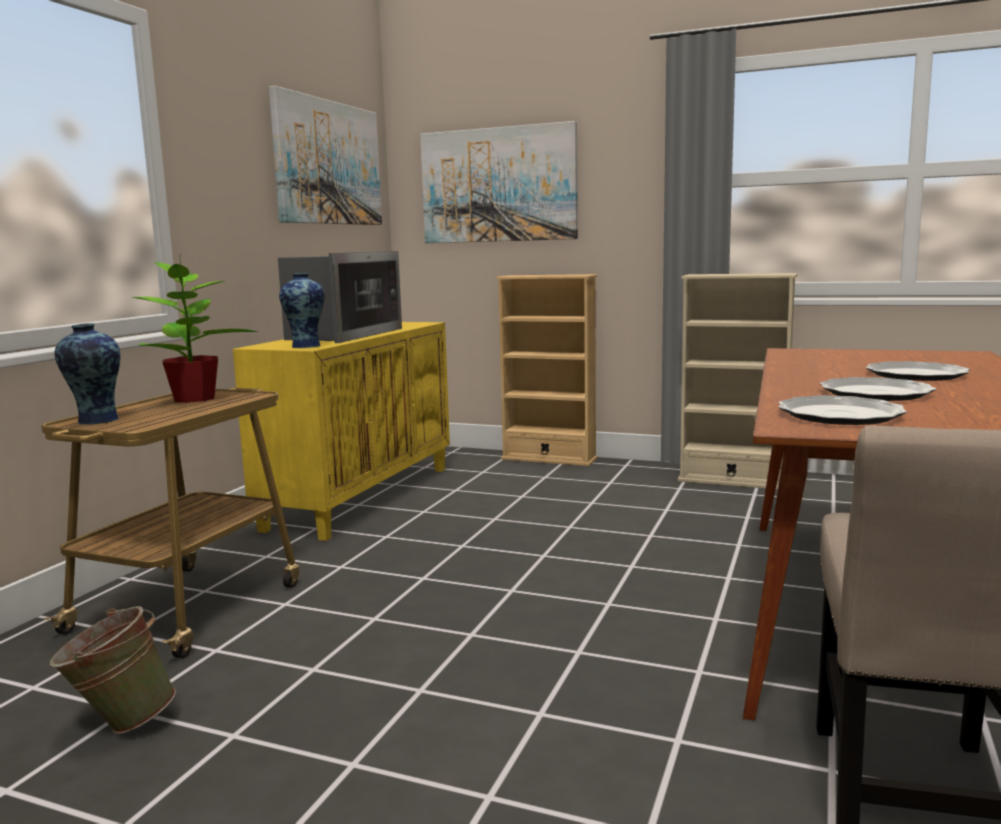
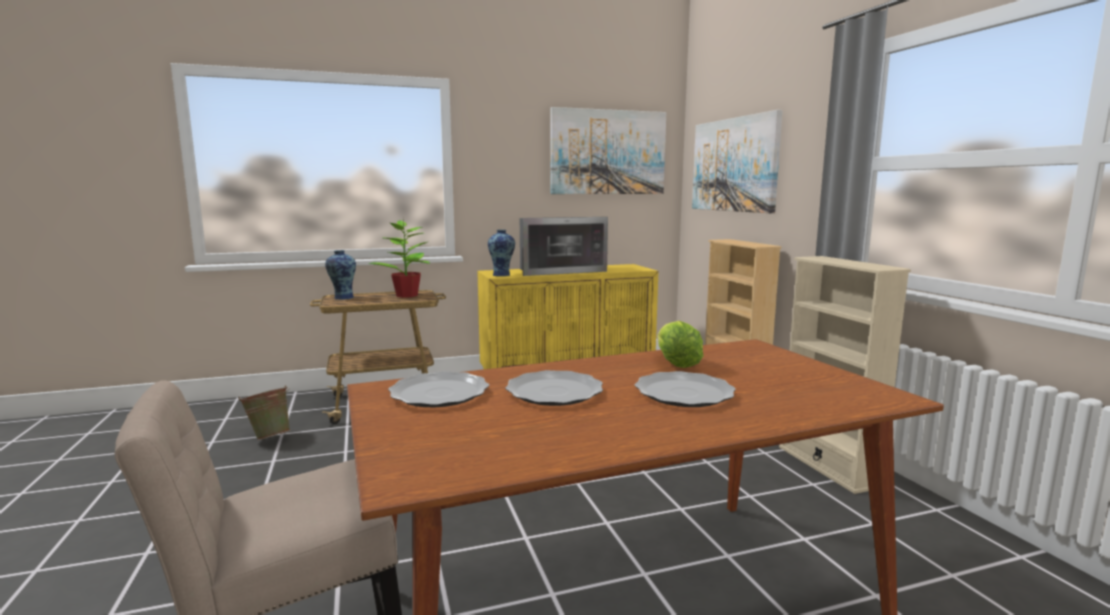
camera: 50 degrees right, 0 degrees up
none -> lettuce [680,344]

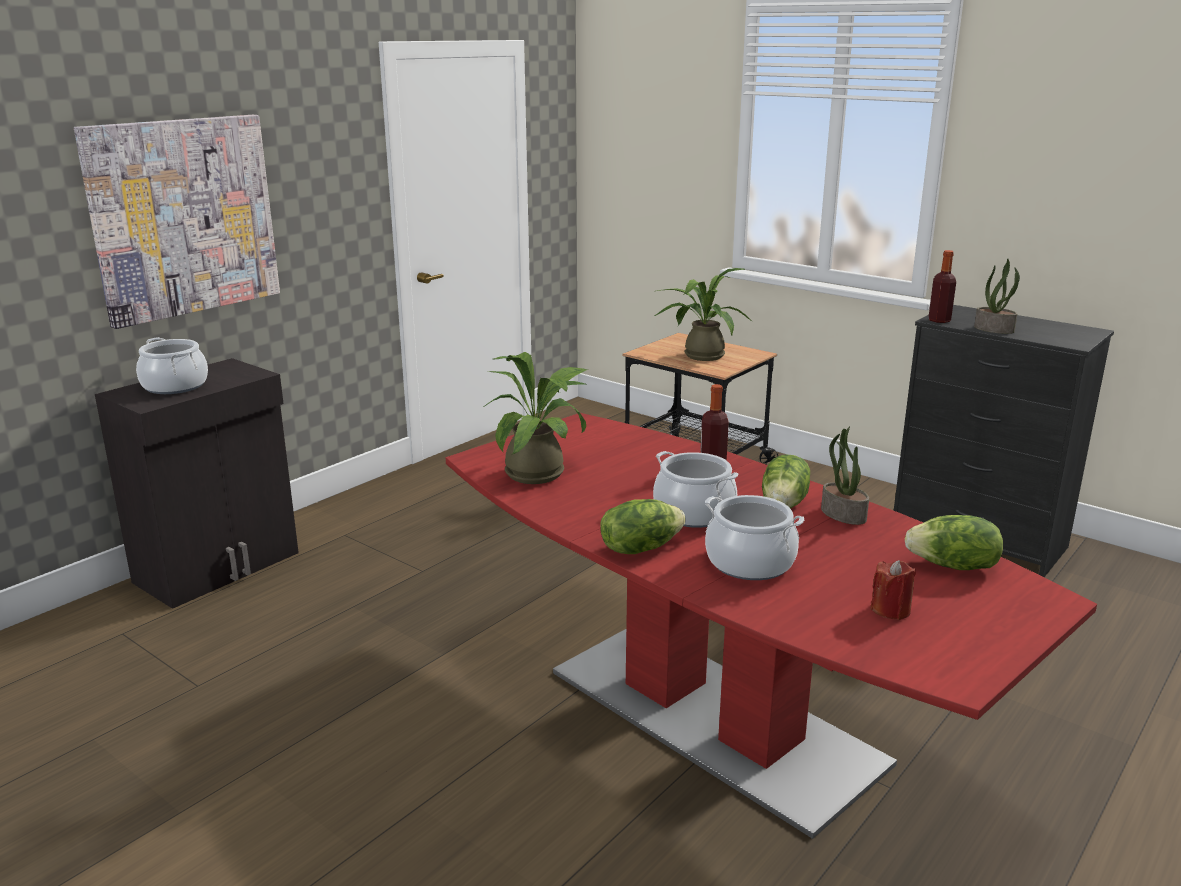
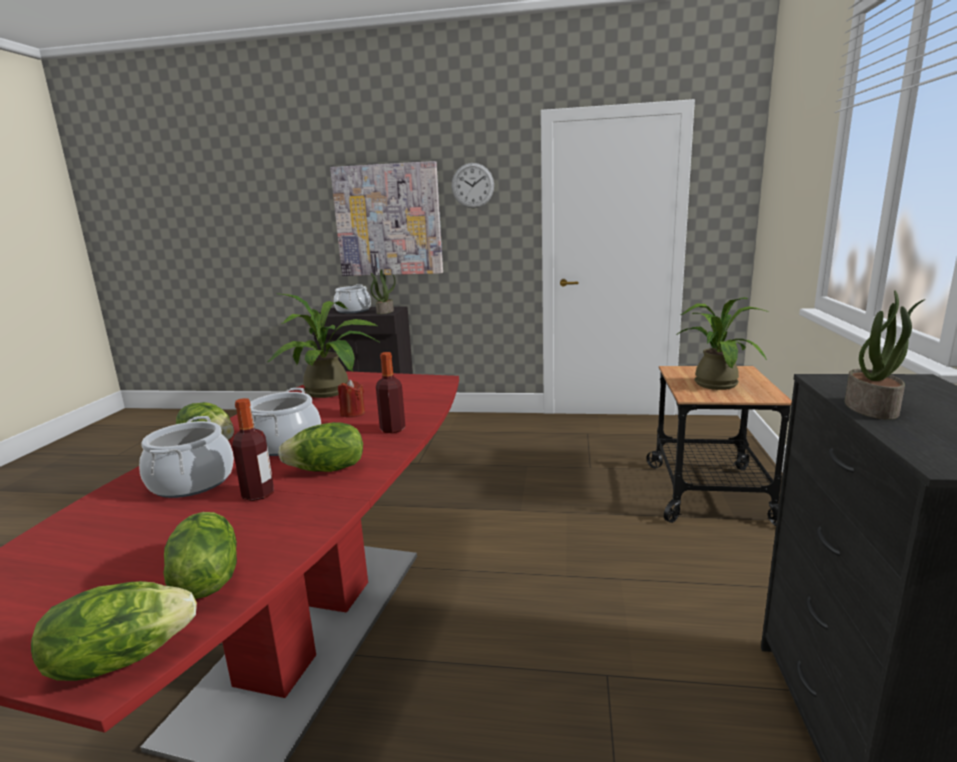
camera: 60 degrees right, 5 degrees down
none -> lettuce [114,631]
bottle [942,286] -> bottle [253,449], move
candle (red) [893,590] -> candle (red) [351,398], move
potted plant [845,475] -> potted plant [383,291], move
none -> wall clock [473,185]

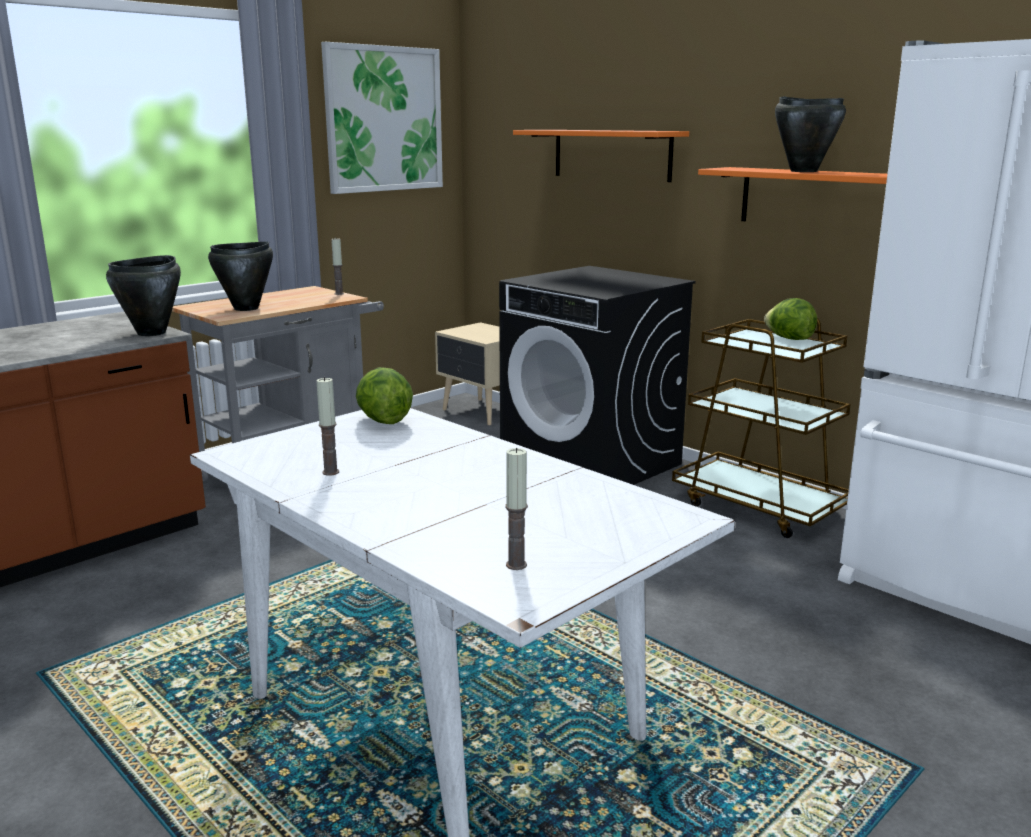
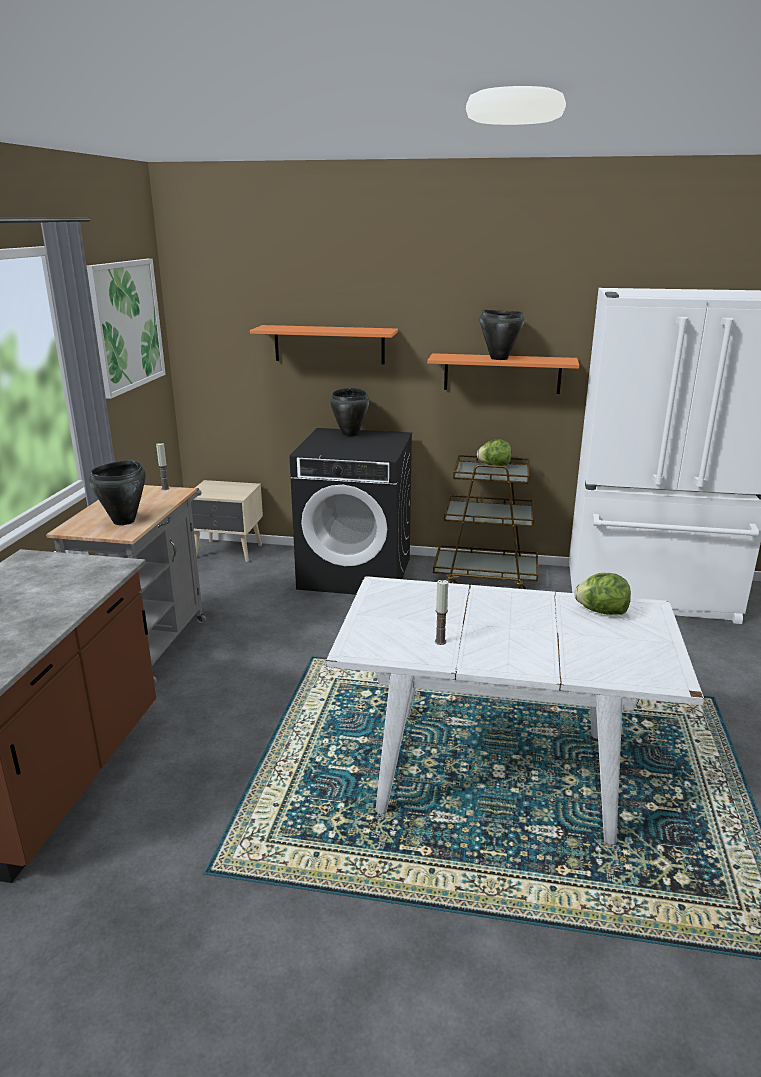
camera: 35 degrees left, 5 degrees up
cooking pot (black) [143,295] -> cooking pot (black) [349,412], move
lettuce [384,395] -> lettuce [602,594], move
candle [516,509] -> none

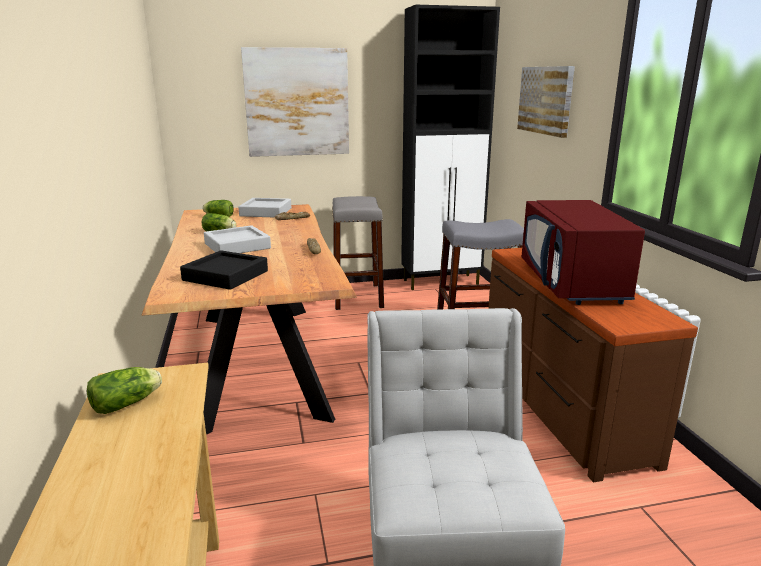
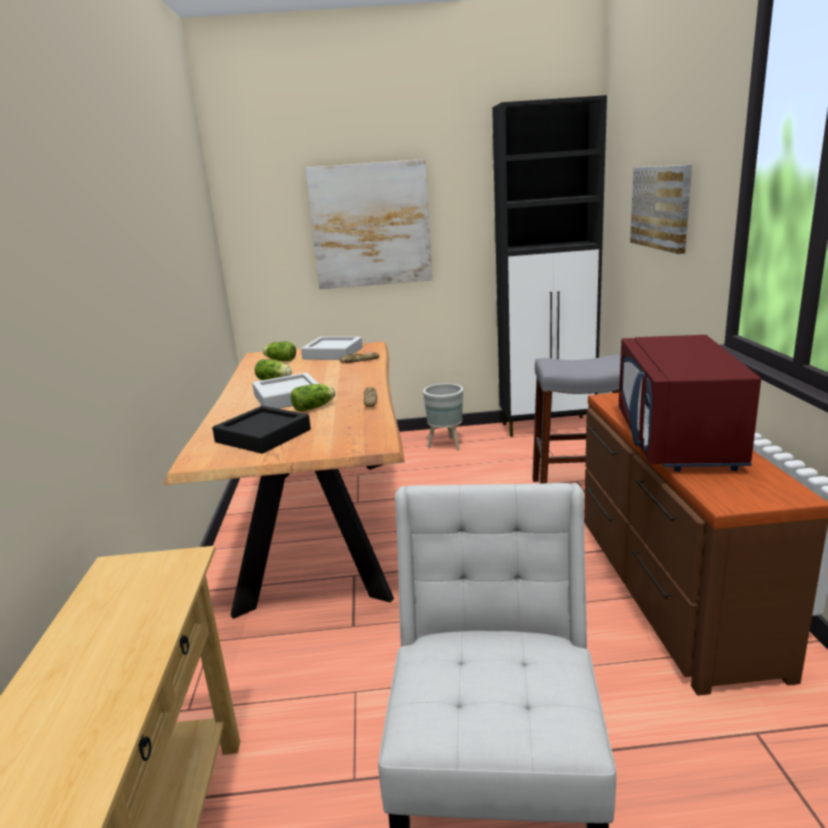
camera: 10 degrees right, 0 degrees up
lettuce [124,390] -> lettuce [313,398], move
stool (grey) [358,253] -> planter (grey) [443,416]

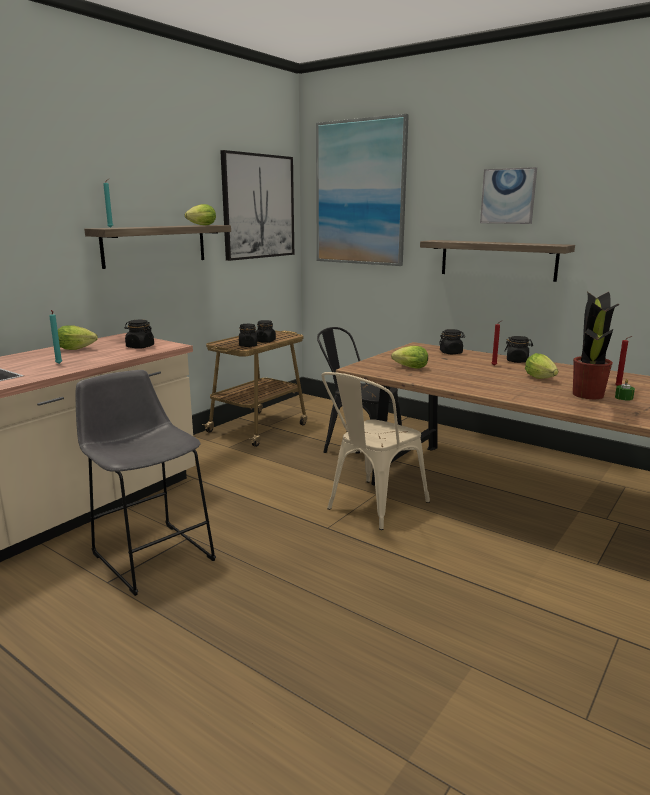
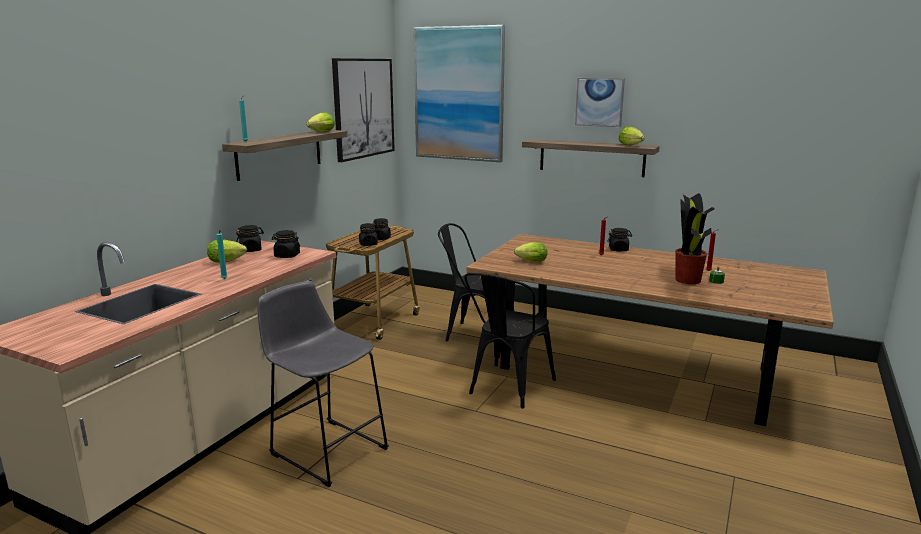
camera: 10 degrees left, 0 degrees up
jar (black) [452,341] -> jar (black) [250,238], move
chair (beige) [375,451] -> chair (black) [510,341]
lettuce [541,366] -> lettuce [632,136], move

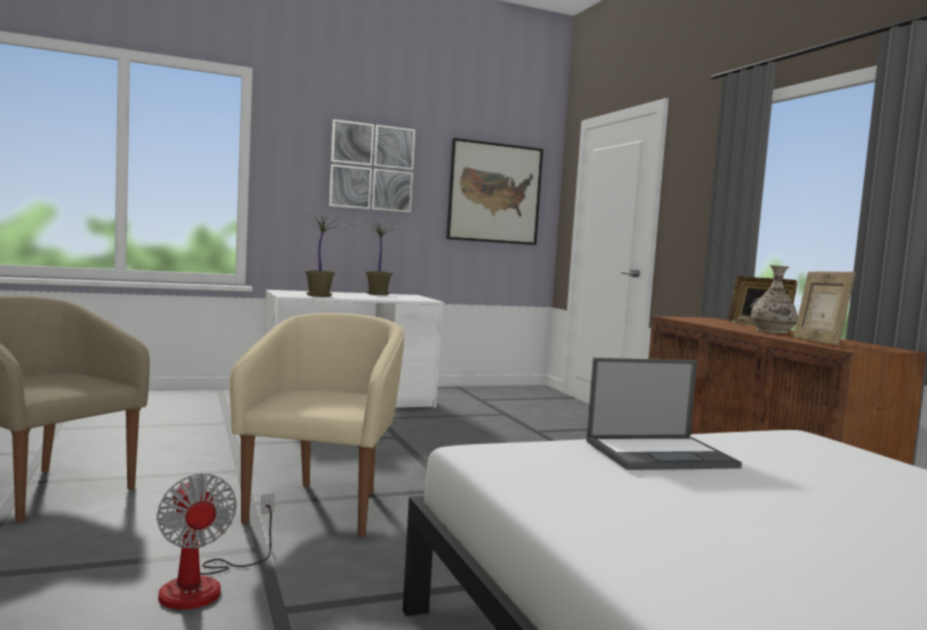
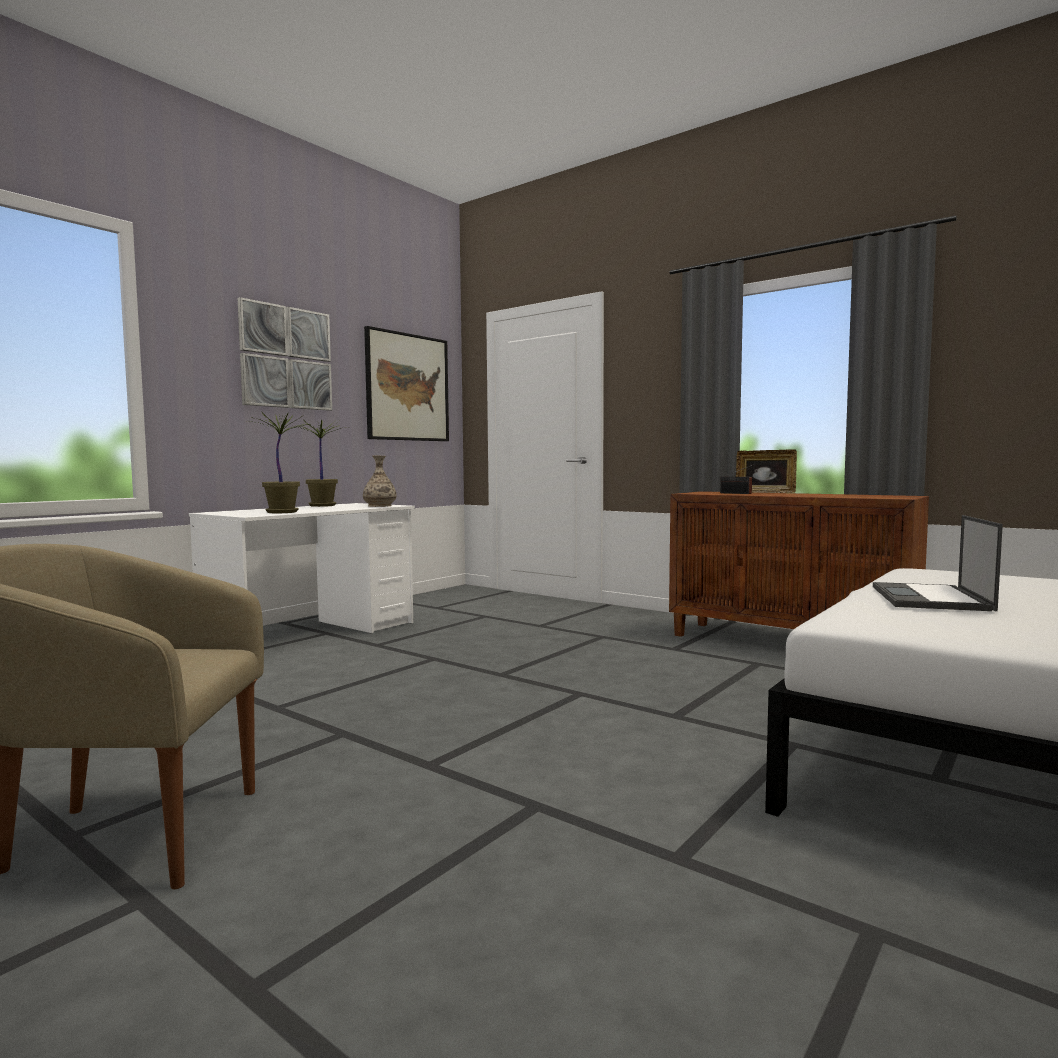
camera: 30 degrees left, 0 degrees up
vase [774,299] -> vase [380,481], move
none -> radio [737,479]
laptop [664,414] -> laptop [938,563], 150 degrees clockwise
fan [216,541] -> none
armchair (beige) [317,425] -> none
picture frame [824,308] -> none

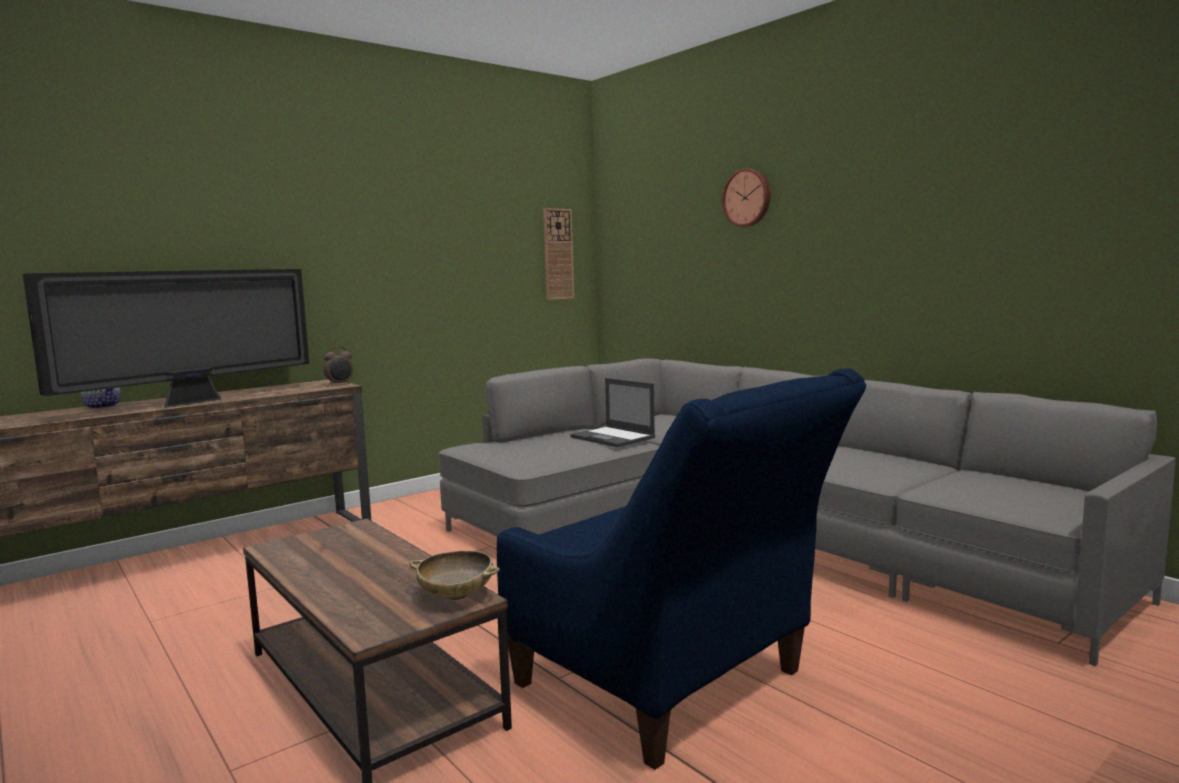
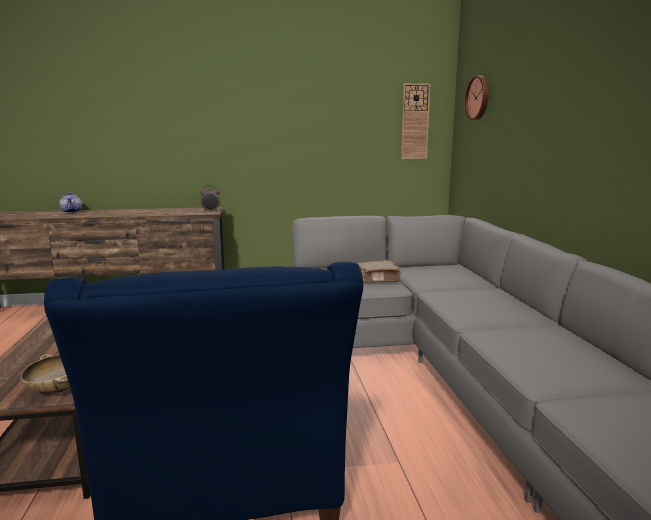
camera: 30 degrees right, 5 degrees up
laptop [612,412] -> book (brown) [379,271]
wall clock [746,198] -> wall clock [477,97], move
television [166,338] -> none

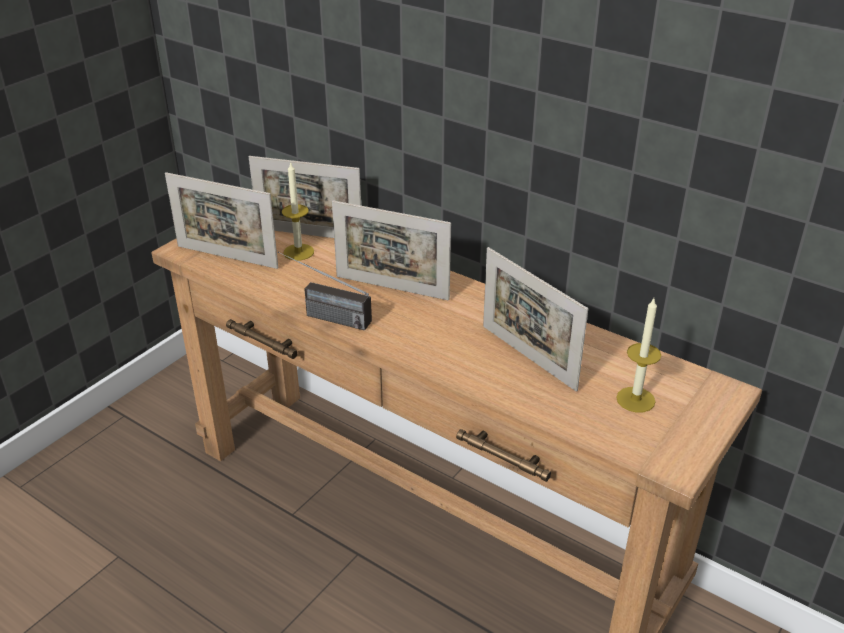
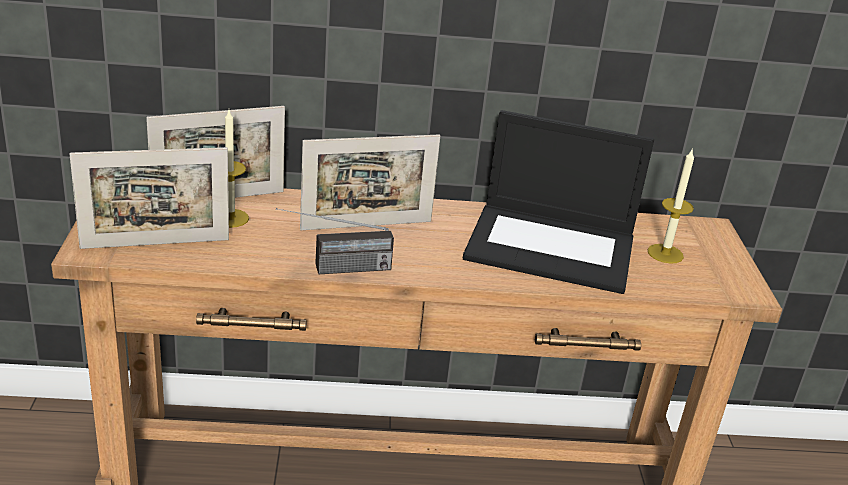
camera: 40 degrees left, 5 degrees down
picture frame [535,319] -> laptop [558,202]

